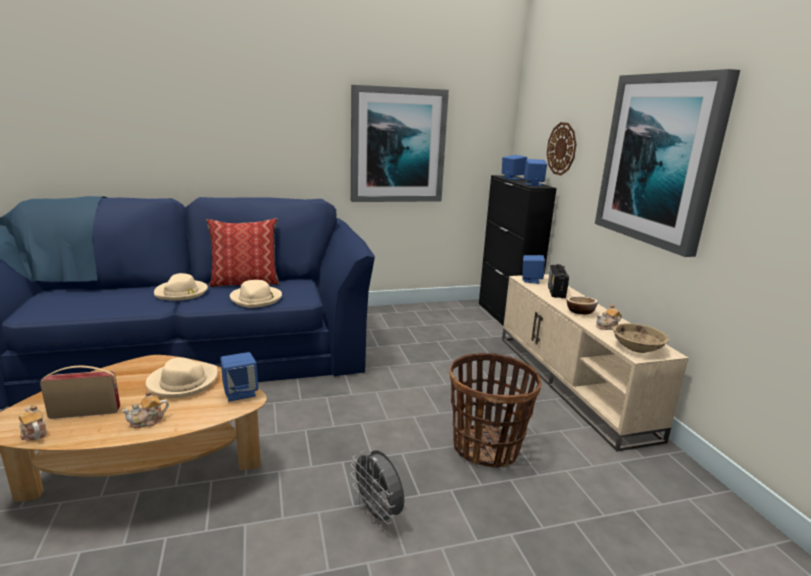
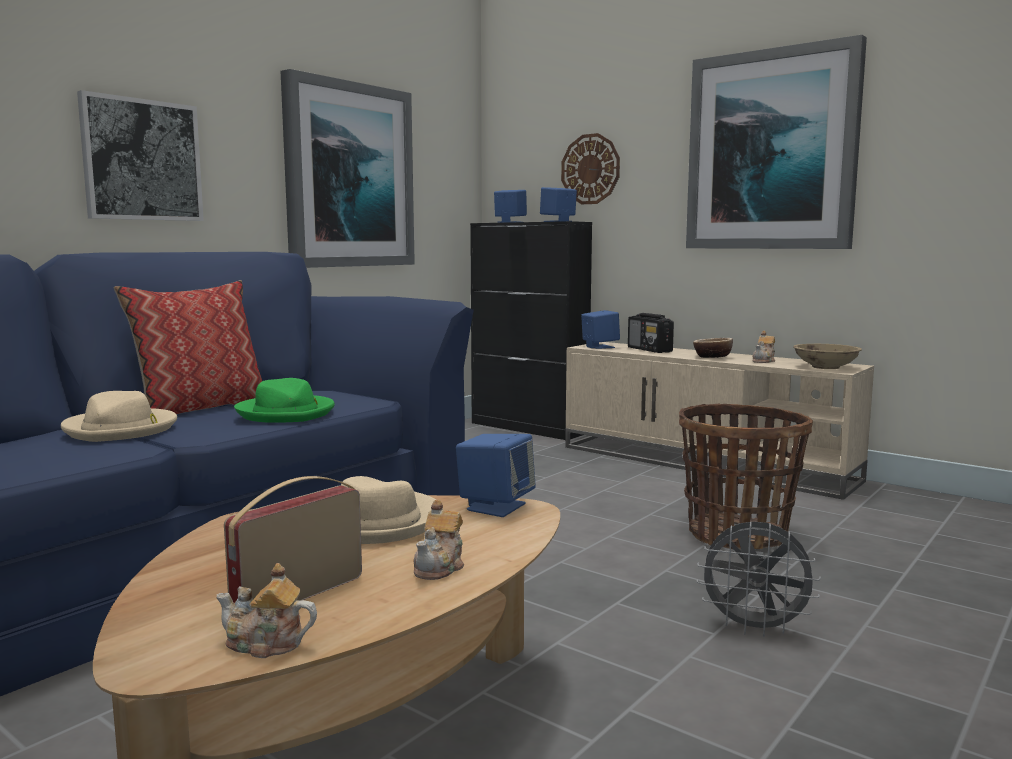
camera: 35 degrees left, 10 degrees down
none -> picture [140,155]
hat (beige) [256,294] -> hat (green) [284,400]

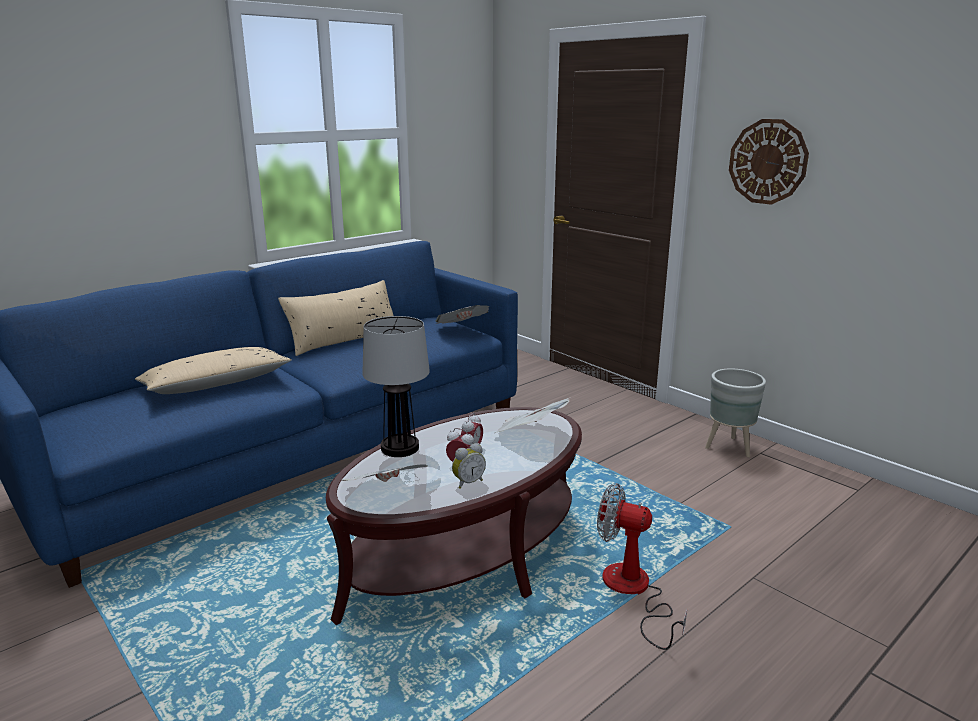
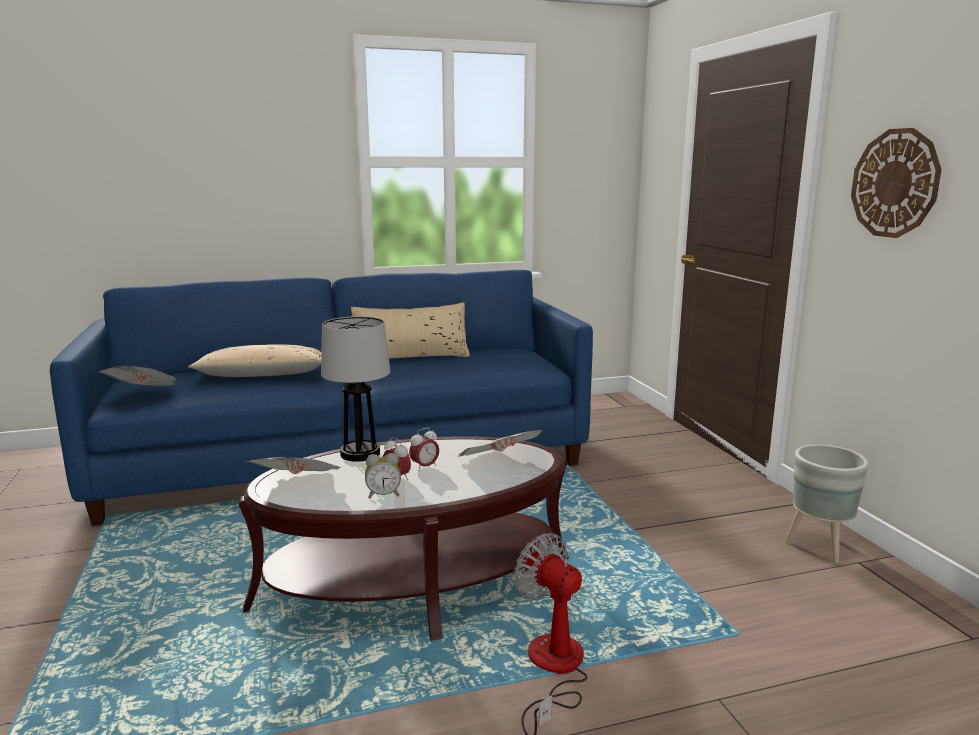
camera: 25 degrees right, 5 degrees down
newspaper [462,314] -> newspaper [138,376], move

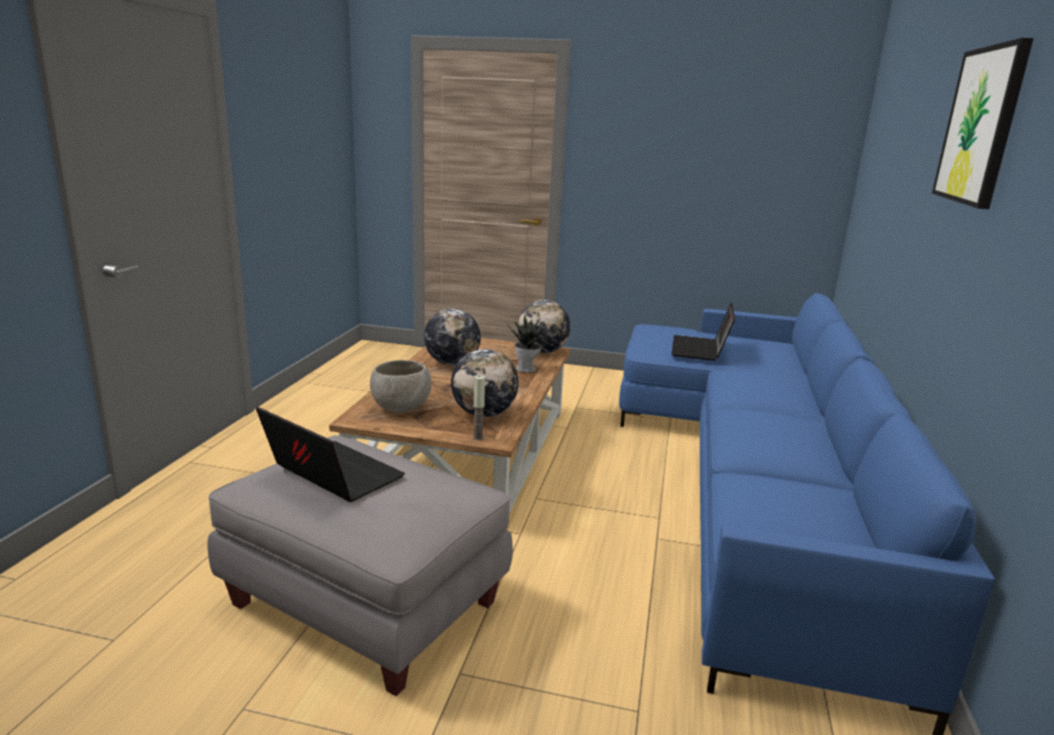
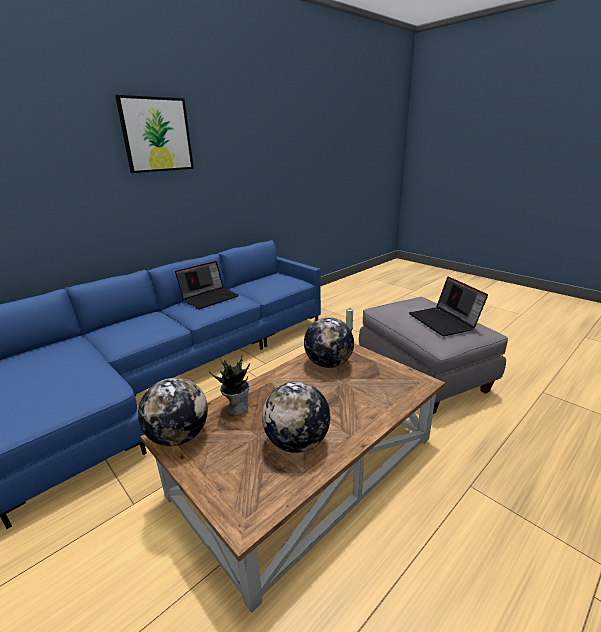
camera: 145 degrees left, 5 degrees up
laptop [703,331] -> laptop [207,285], move
bowl (grey) [400,386] -> none

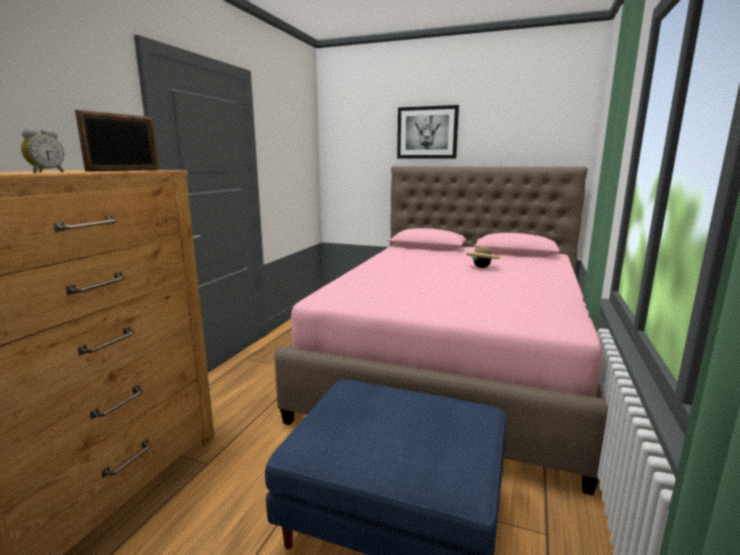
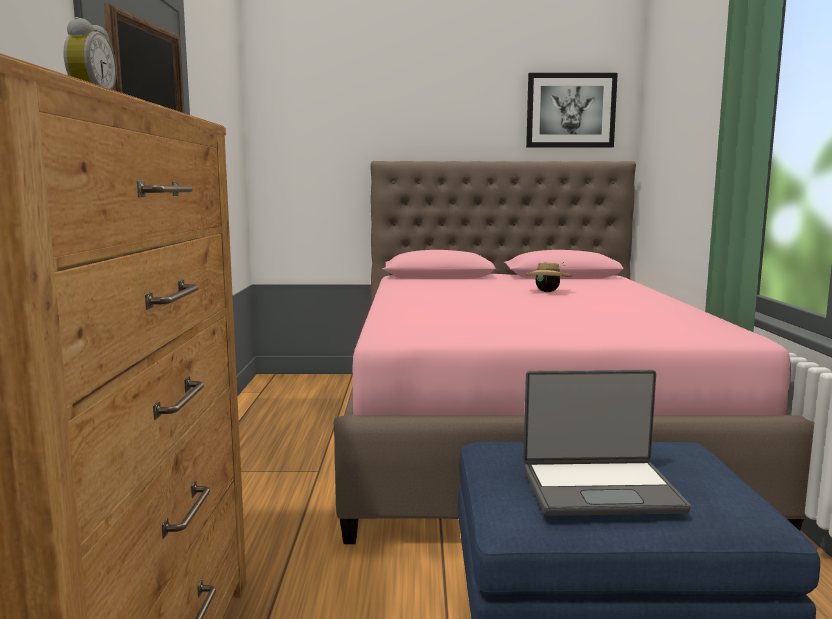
camera: 20 degrees left, 5 degrees down
none -> laptop [607,443]
picture [428,131] -> picture [572,110], move

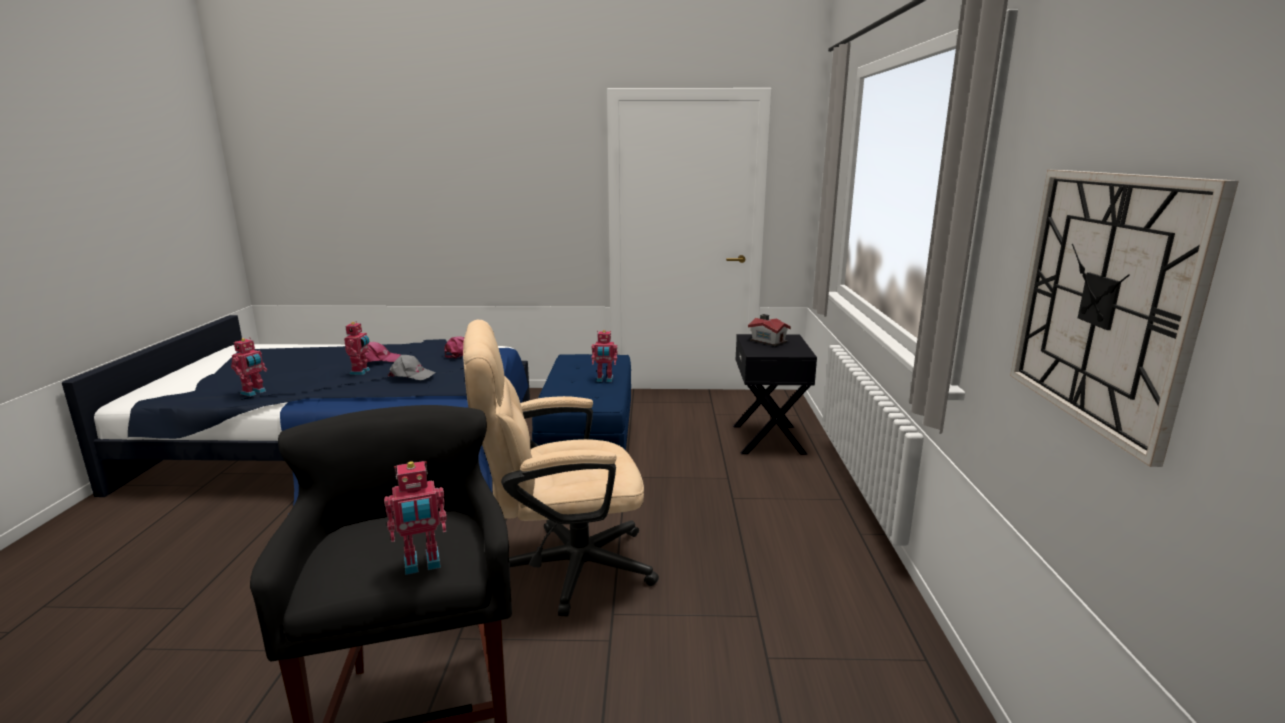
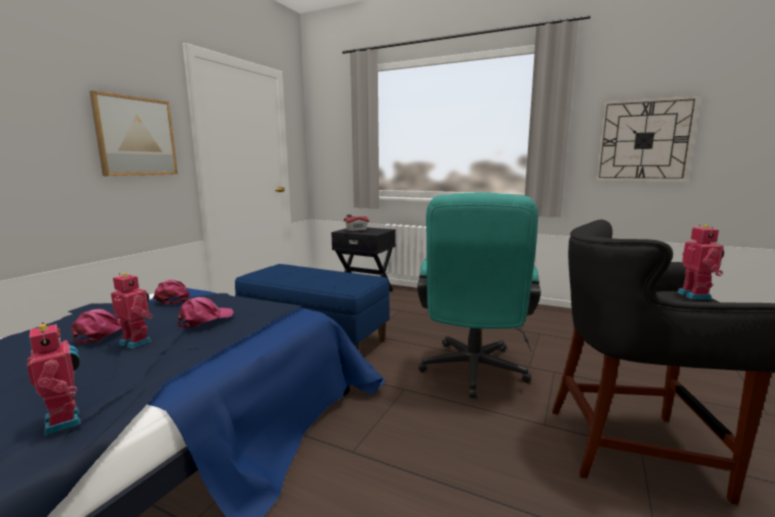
camera: 65 degrees left, 5 degrees down
none -> picture [133,133]
cap (grey) [412,367] -> cap (pink) [206,312]
office chair (beige) [561,468] -> office chair (turquoise) [479,295]
toy robot [604,356] -> none

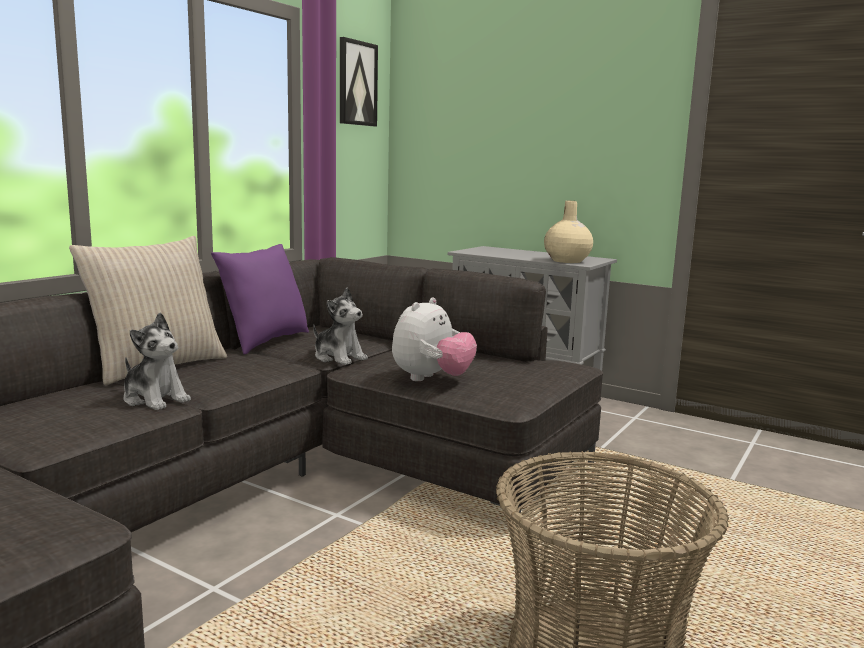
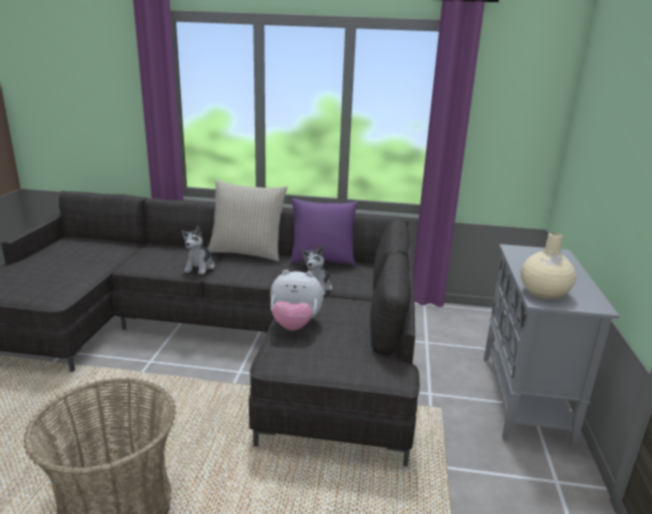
camera: 65 degrees right, 10 degrees up
picture [359,81] -> none

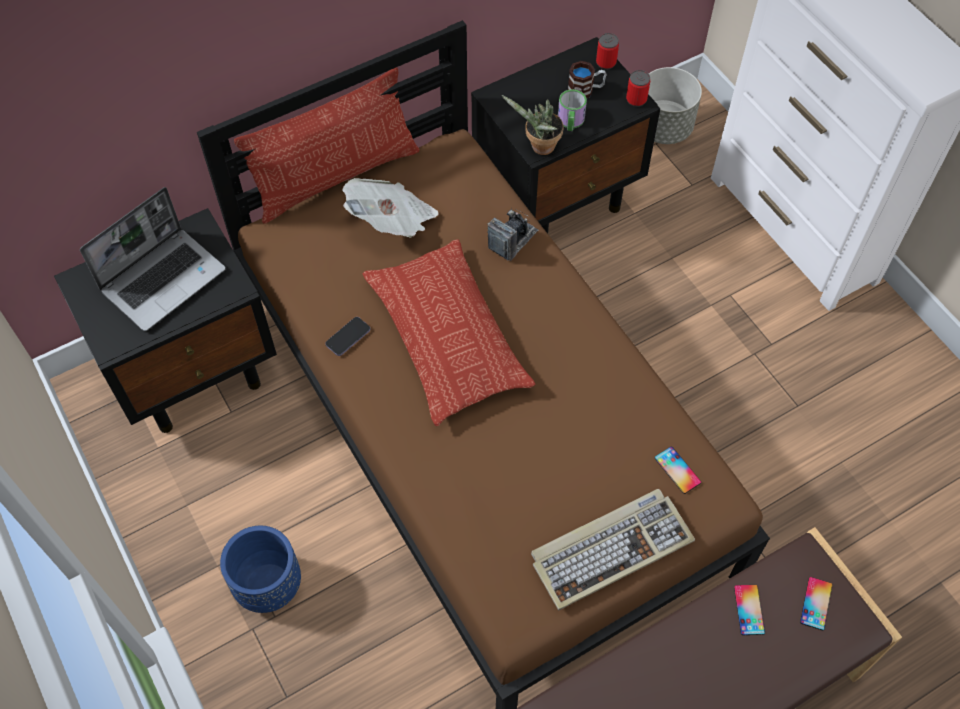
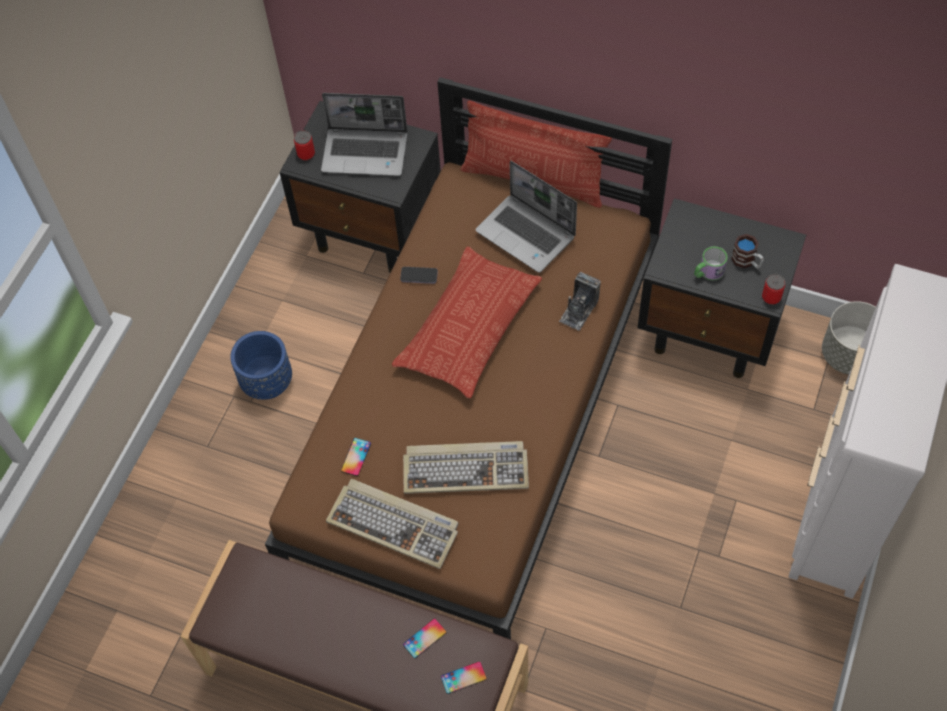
camera: 55 degrees right, 0 degrees up
can [607,51] -> can [304,145], move
phone [678,470] -> phone [356,457], move
none -> keyboard [466,467]
newspaper [390,208] -> laptop [526,217]
photo camera [513,234] -> photo camera [580,301], 120 degrees clockwise
potted plant [533,125] -> none

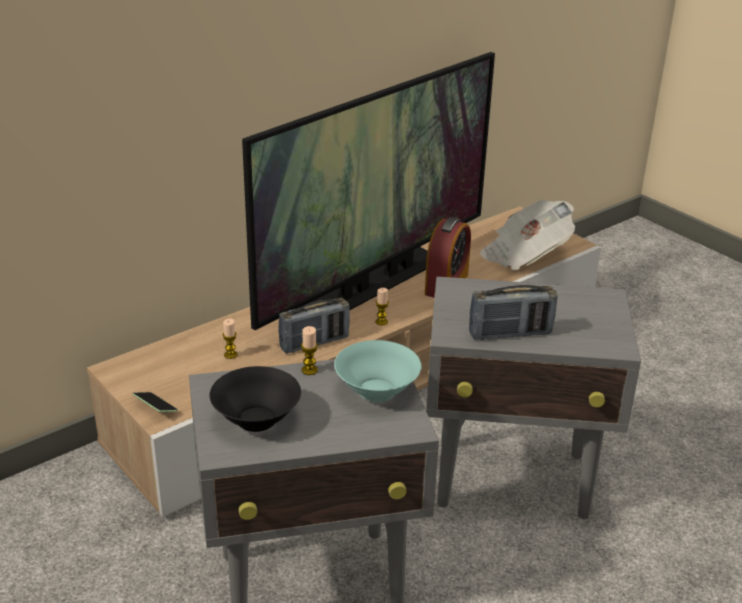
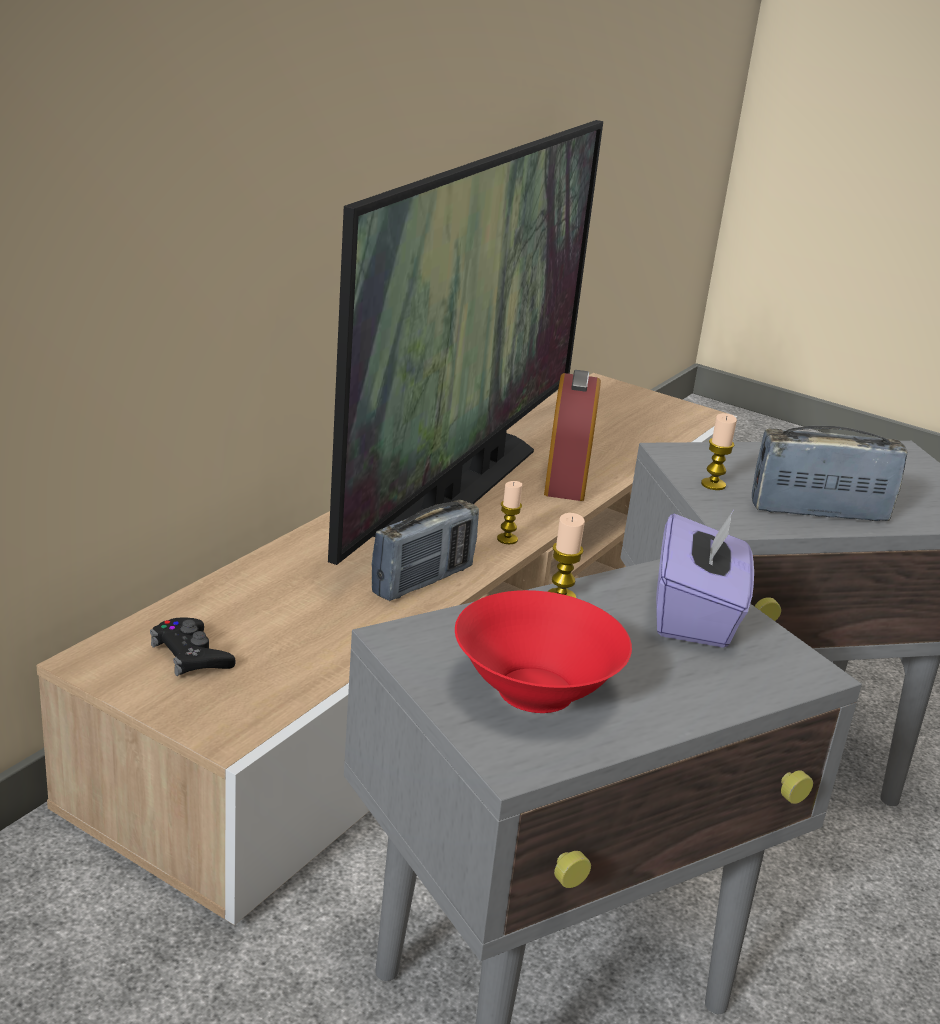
camera: 20 degrees left, 5 degrees down
none -> game controller (black) [192,646]
bowl (black) [255,399] -> bowl (red) [543,651]
bowl (turquoise) [378,371] -> tissue box (purple) [705,579]
candle [230,339] -> candle [719,451], move
radio [513,312] -> radio [829,473], 150 degrees counterclockwise
phone [155,402] -> none
newspaper [527,235] -> none

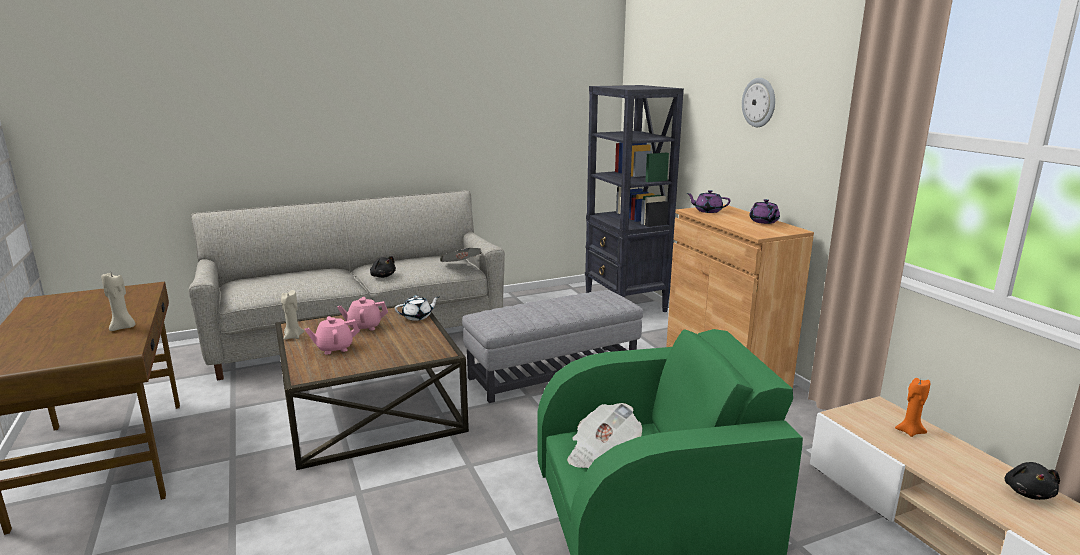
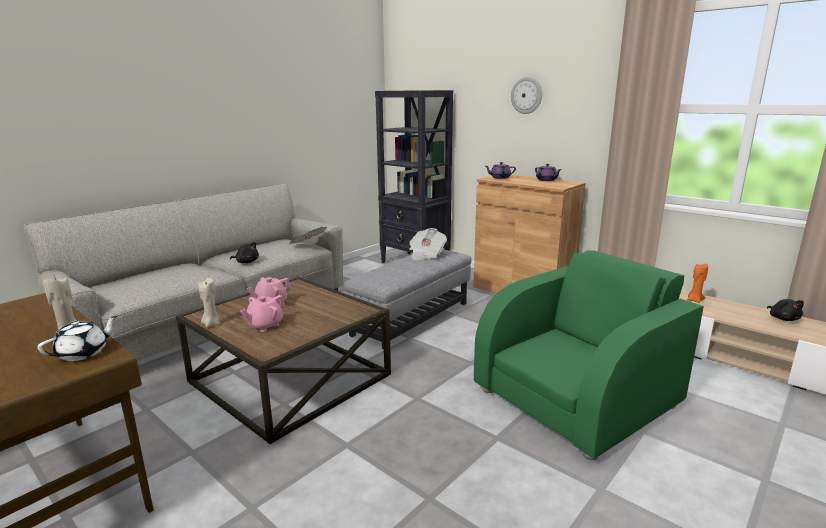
camera: 25 degrees left, 0 degrees up
teapot (white) [417,308] -> teapot (white) [77,338], move
newspaper [604,435] -> newspaper [428,244], move

